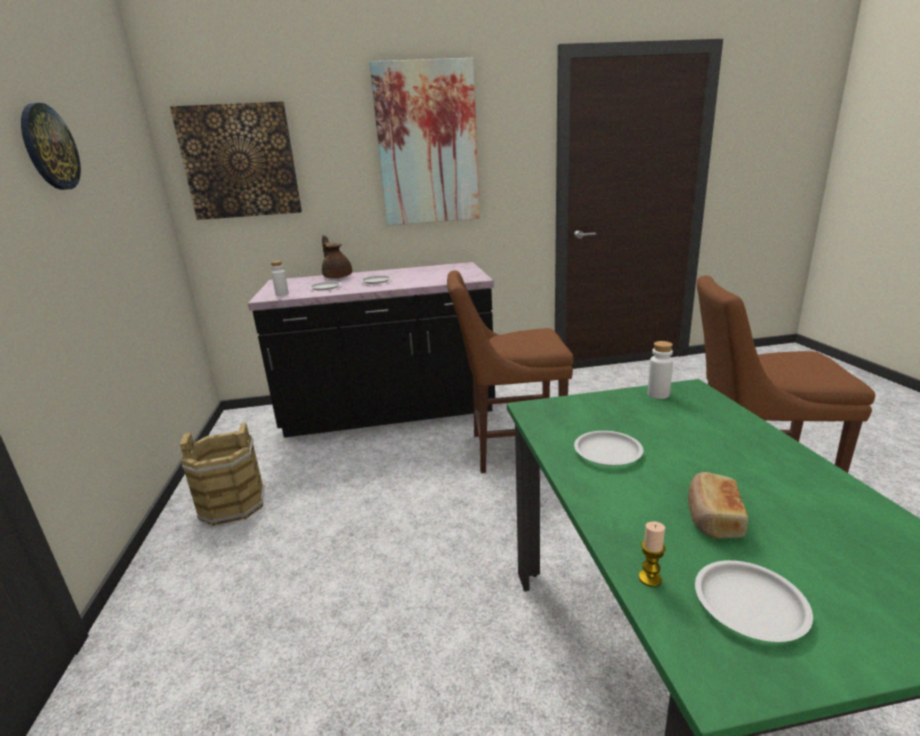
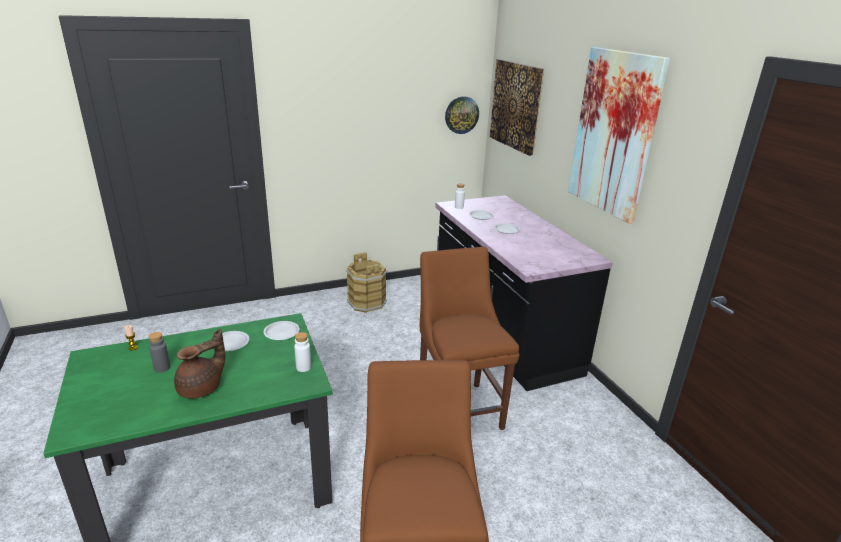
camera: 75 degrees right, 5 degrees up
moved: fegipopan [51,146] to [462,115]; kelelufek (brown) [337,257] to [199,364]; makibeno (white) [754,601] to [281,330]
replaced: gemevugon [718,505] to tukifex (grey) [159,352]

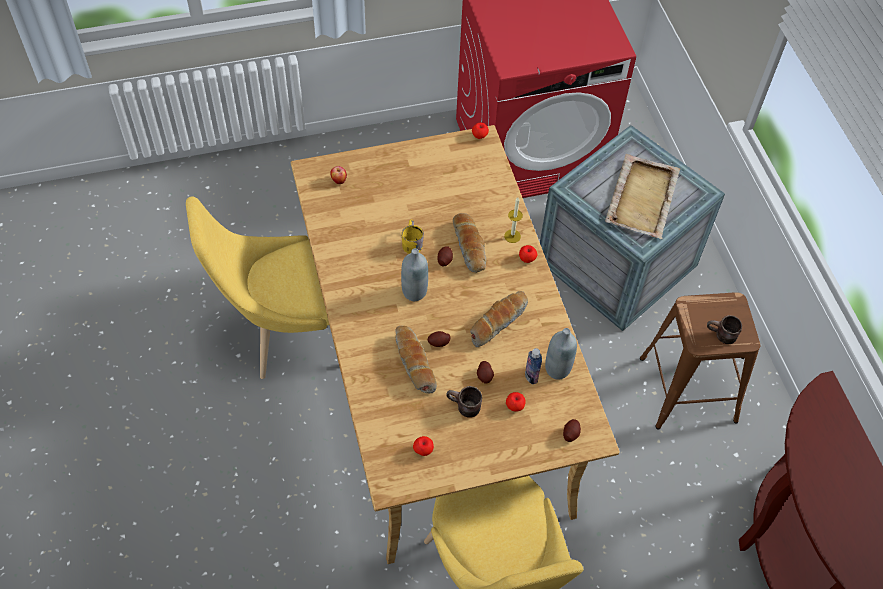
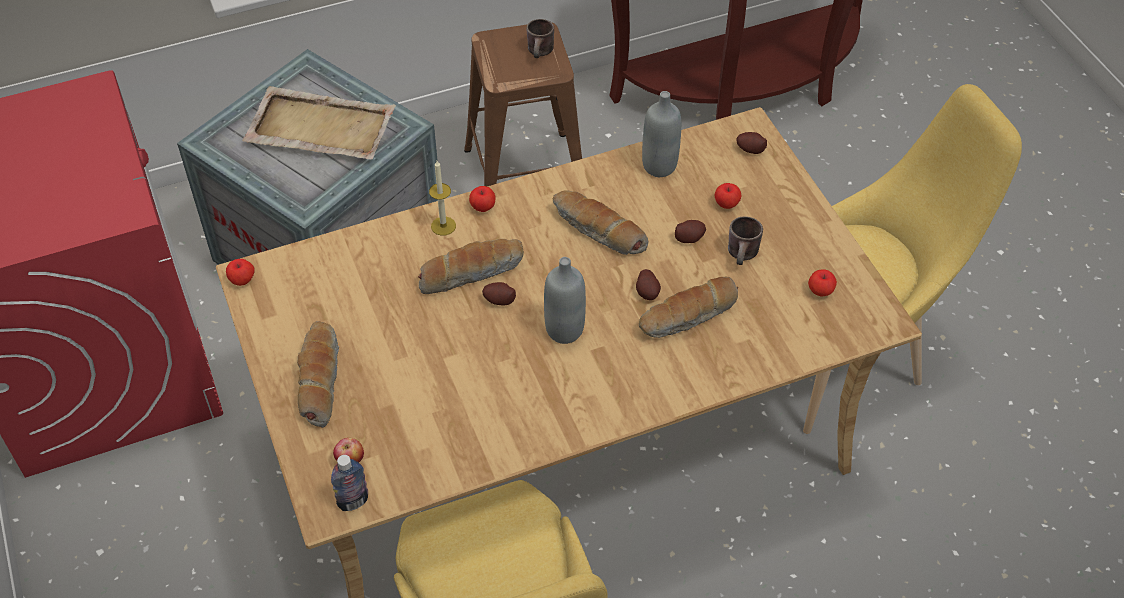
camera: 95 degrees left, 5 degrees down
removed: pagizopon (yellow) [413,237]
added: gemevugon [318,374]
moved: tukifex [533,366] to [349,483]

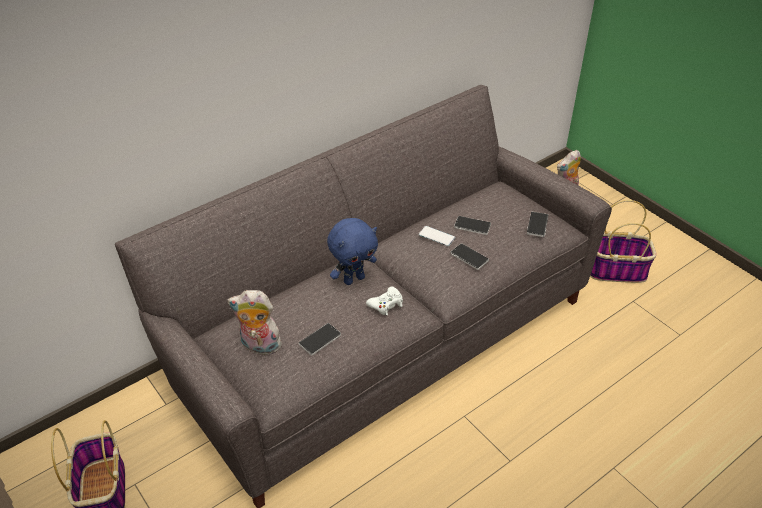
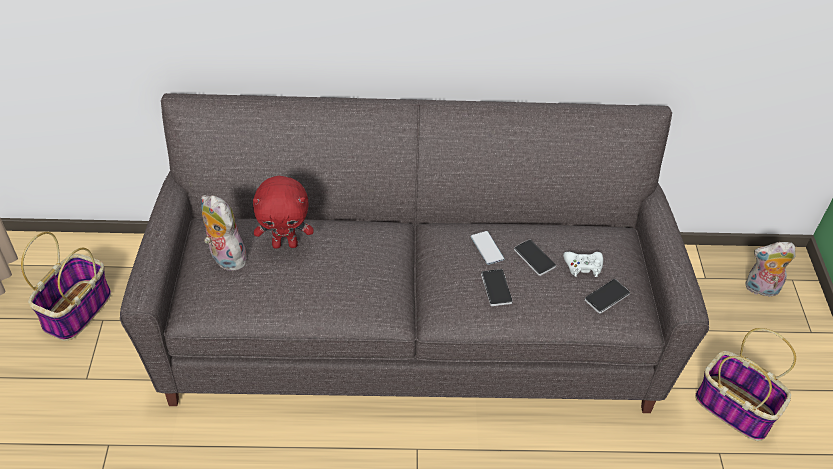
camera: 35 degrees right, 5 degrees up
removed: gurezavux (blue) [352,251]; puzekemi [320,339]
added: gurezavux (red) [283,212]
moved: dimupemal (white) [384,301] to [583,264]

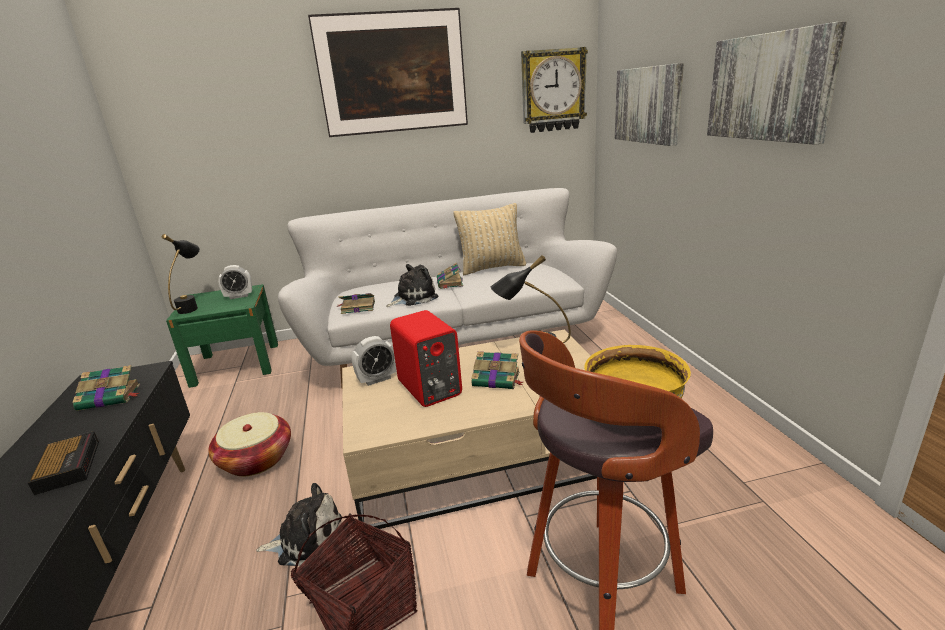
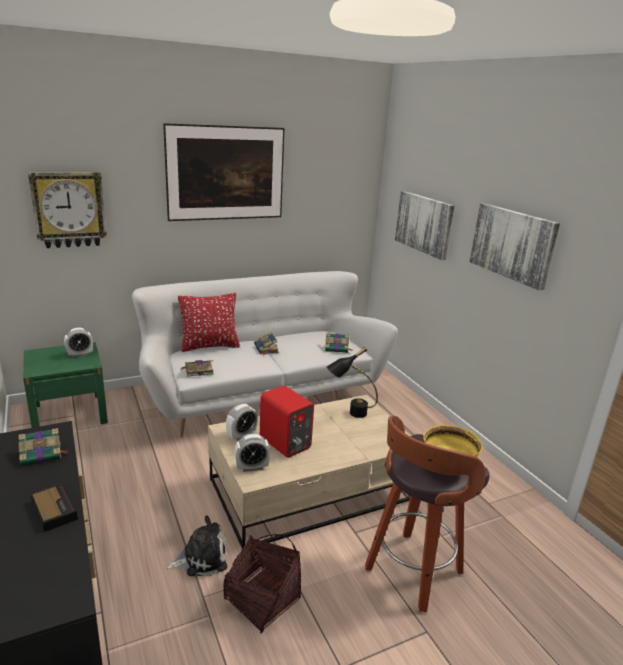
camera: 15 degrees left, 0 degrees up
removed: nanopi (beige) [490,239]; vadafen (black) [181,274]; gurezavux [412,285]; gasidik [249,444]
added: nanopi (red) [209,322]; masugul [252,452]
moved: fegipopan [554,90] to [67,210]; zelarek [497,370] to [339,343]

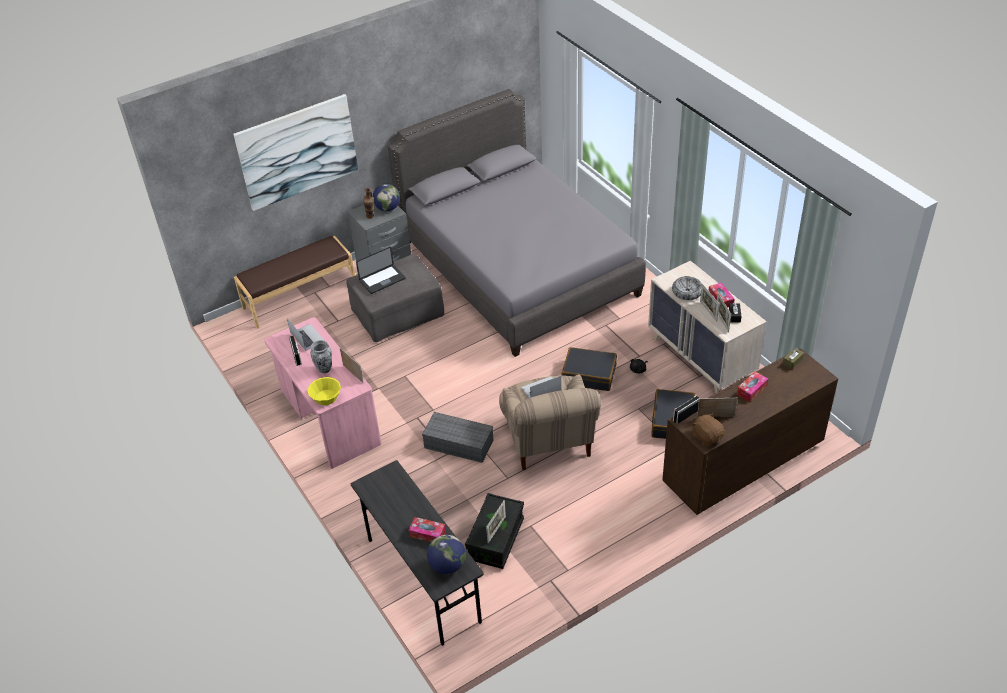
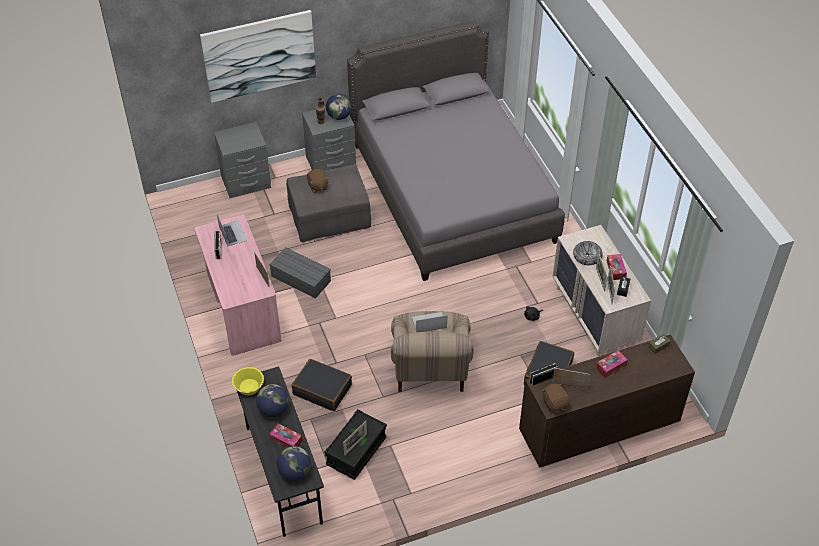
camera: 10 degrees right, 5 degrees up
removed: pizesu [321,356]
added: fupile [272,400]
moved: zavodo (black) [589,369] to [321,385]; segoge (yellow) [324,391] to [248,381]; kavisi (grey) [457,437] to [300,272]
replaced: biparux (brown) [294,282] to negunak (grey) [242,160]; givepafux [380,270] to gurezavux (brown) [318,181]

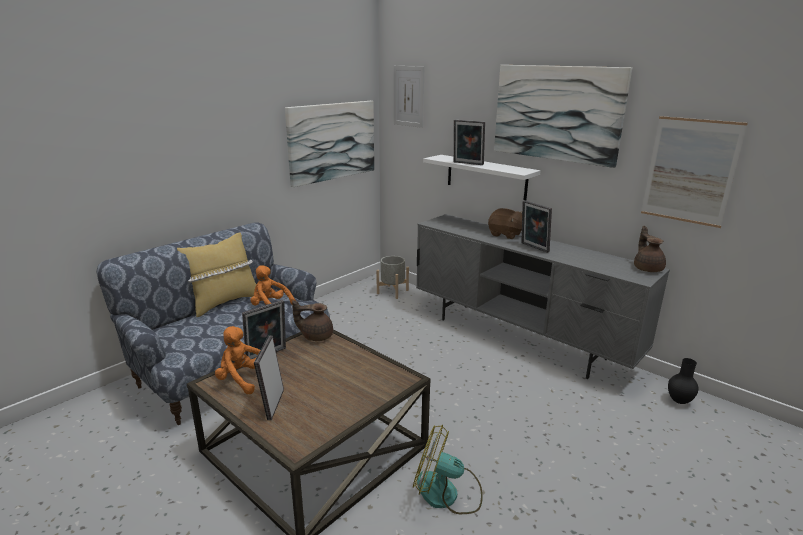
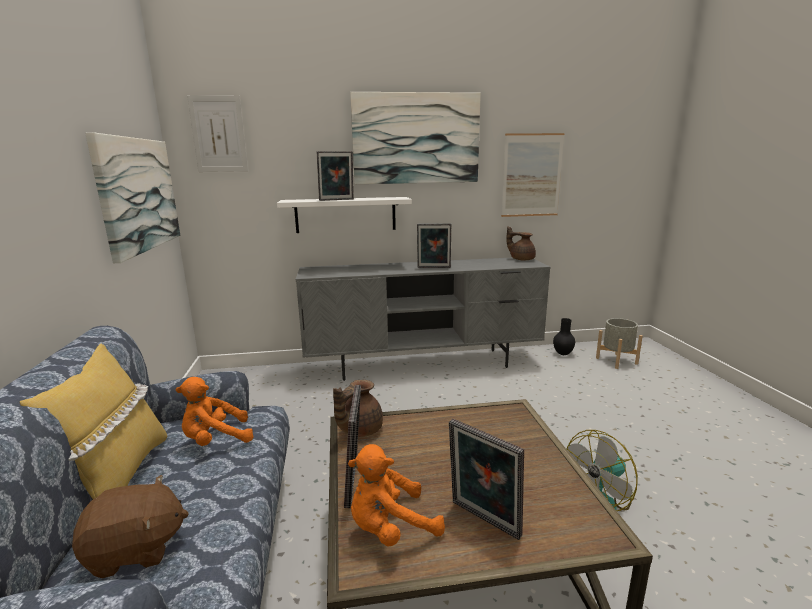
camera: 50 degrees left, 5 degrees down
moved: gurezavux (brown) [505,223] to [130,527]; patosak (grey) [392,277] to [619,343]

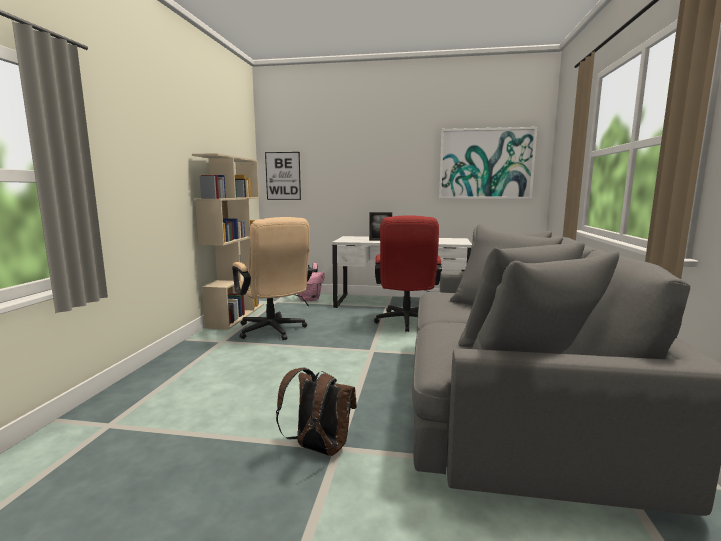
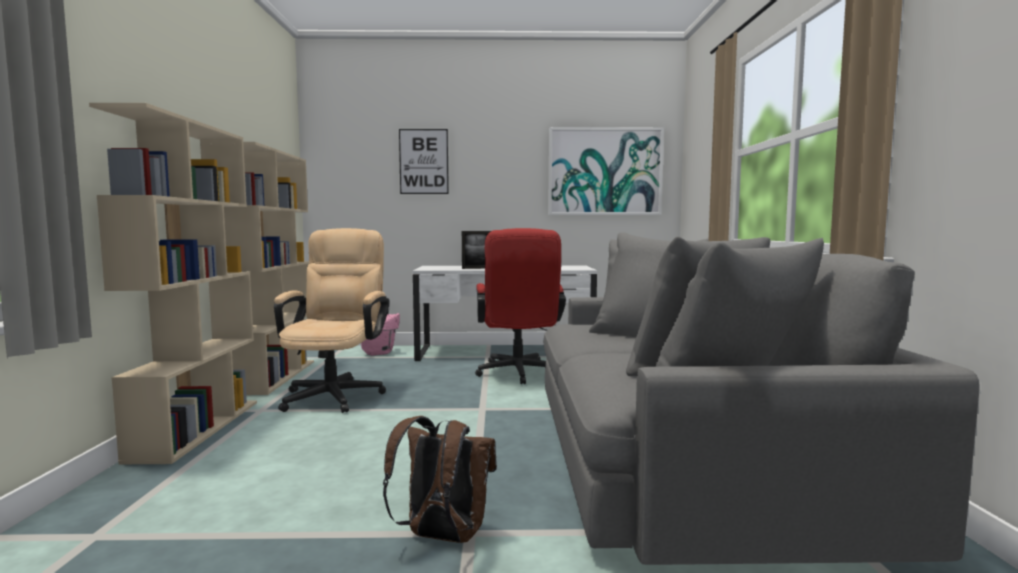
camera: 10 degrees left, 5 degrees down
added: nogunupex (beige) [173,283]
moved: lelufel [283,176] to [424,161]
turned: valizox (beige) [272,278] = [332,320] 135 degrees counterclockwise

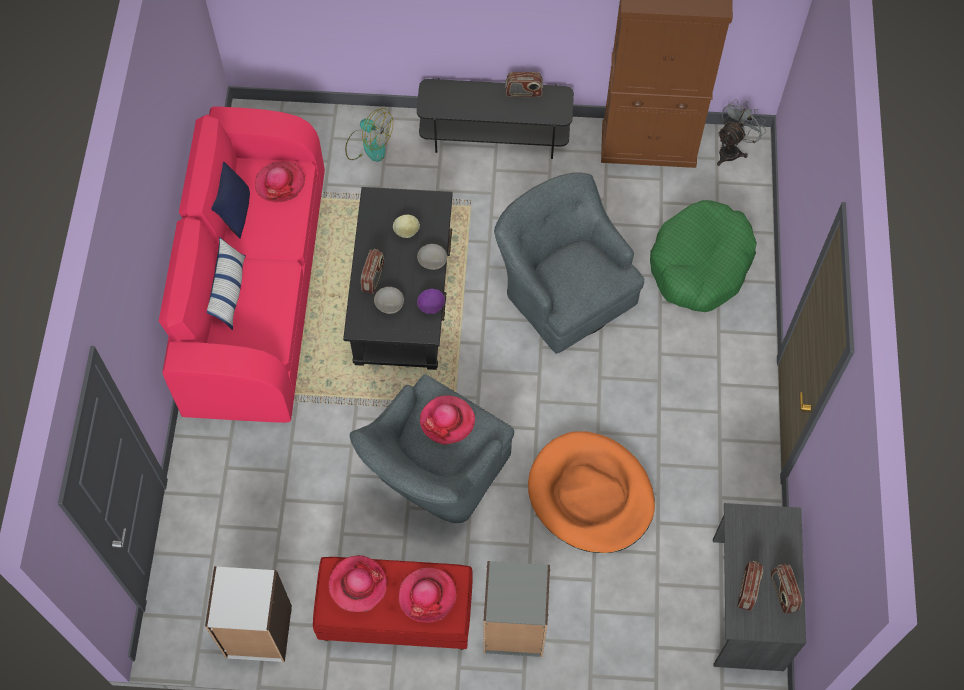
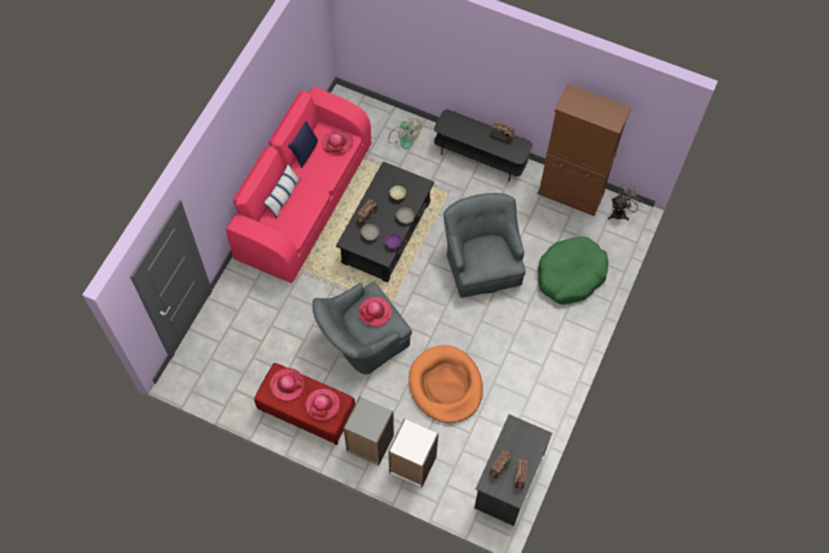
camera: 20 degrees right, 0 degrees up
moved: nogunupex (white) [248,614] to [413,453]

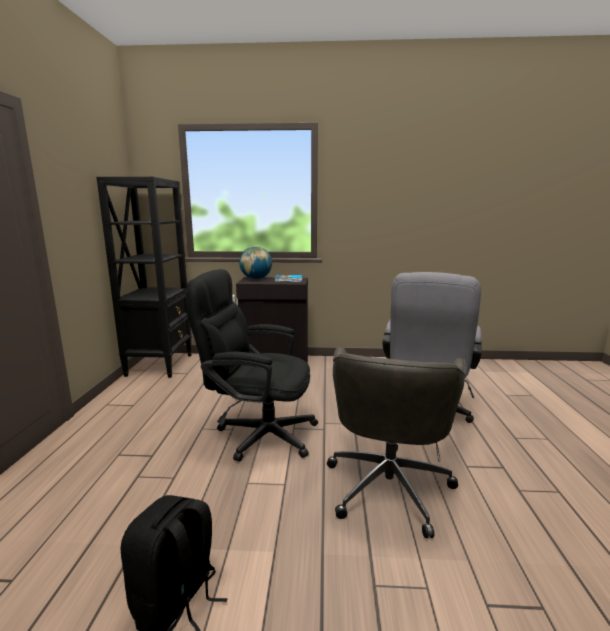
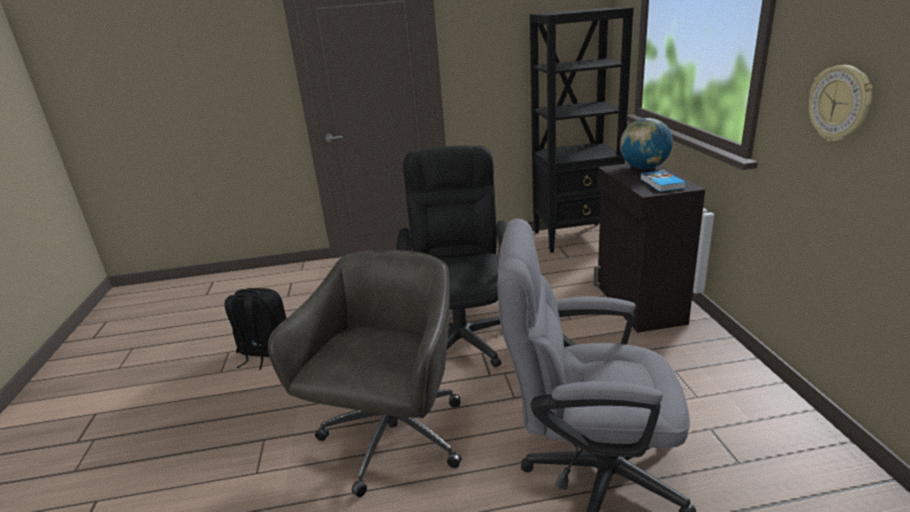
camera: 80 degrees right, 10 degrees up
added: fegipopan [841,103]
turned: valizox (grey) [396,442] = [365,373] 105 degrees clockwise

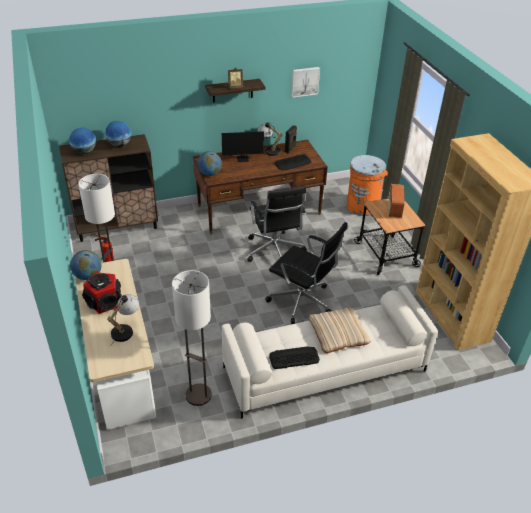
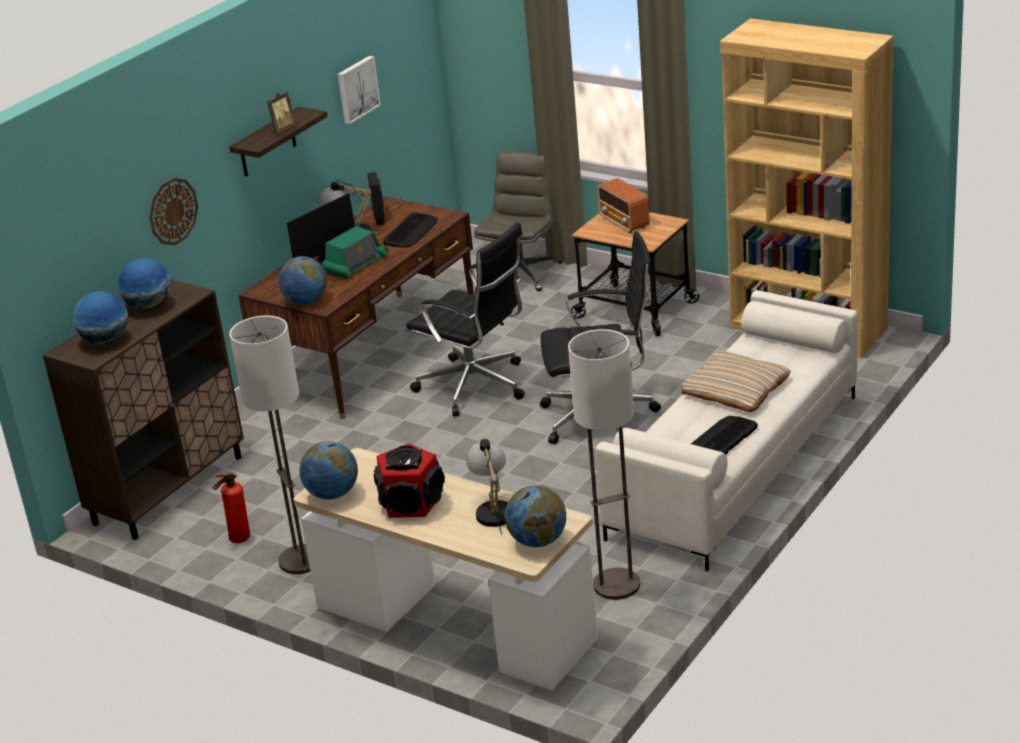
camera: 35 degrees left, 10 degrees down
added: fegipopan [173,211]; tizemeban [355,252]; fupile [535,516]
replaced: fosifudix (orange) [367,185] to valizox (grey) [518,220]

